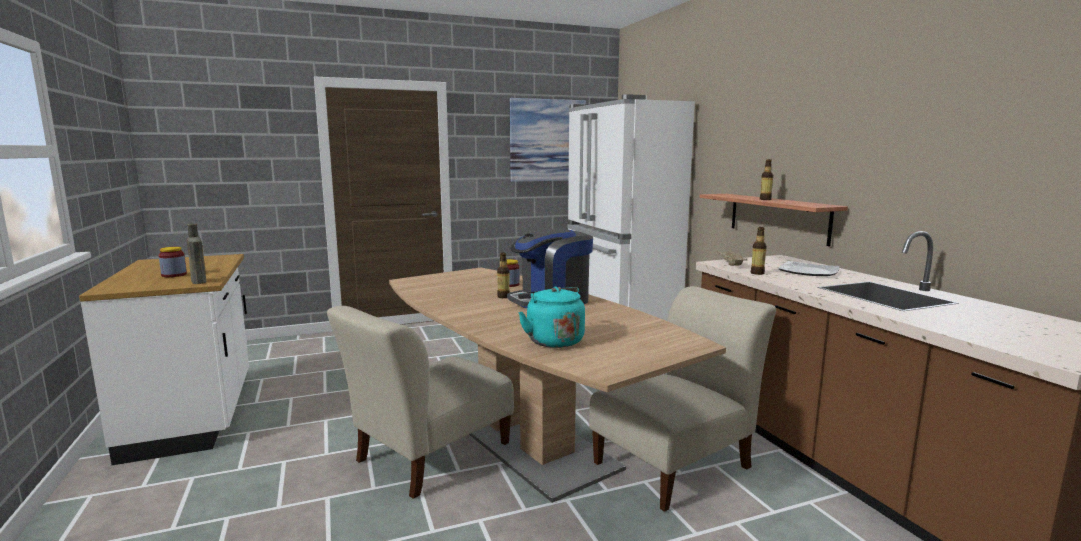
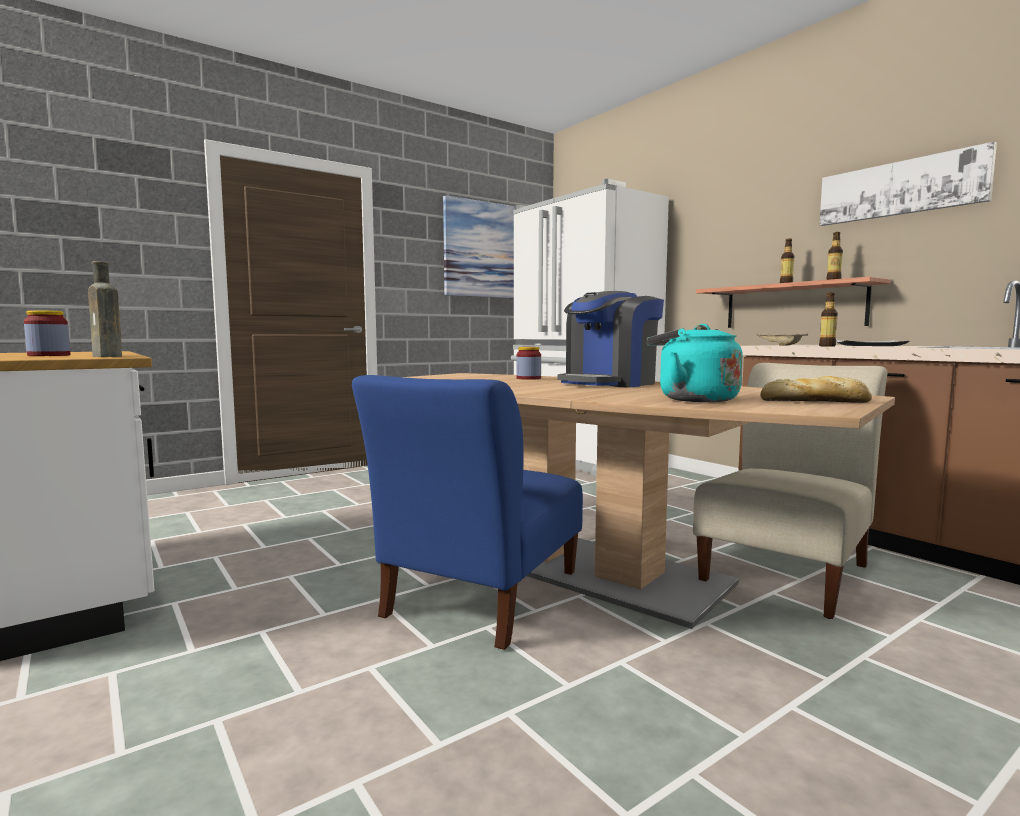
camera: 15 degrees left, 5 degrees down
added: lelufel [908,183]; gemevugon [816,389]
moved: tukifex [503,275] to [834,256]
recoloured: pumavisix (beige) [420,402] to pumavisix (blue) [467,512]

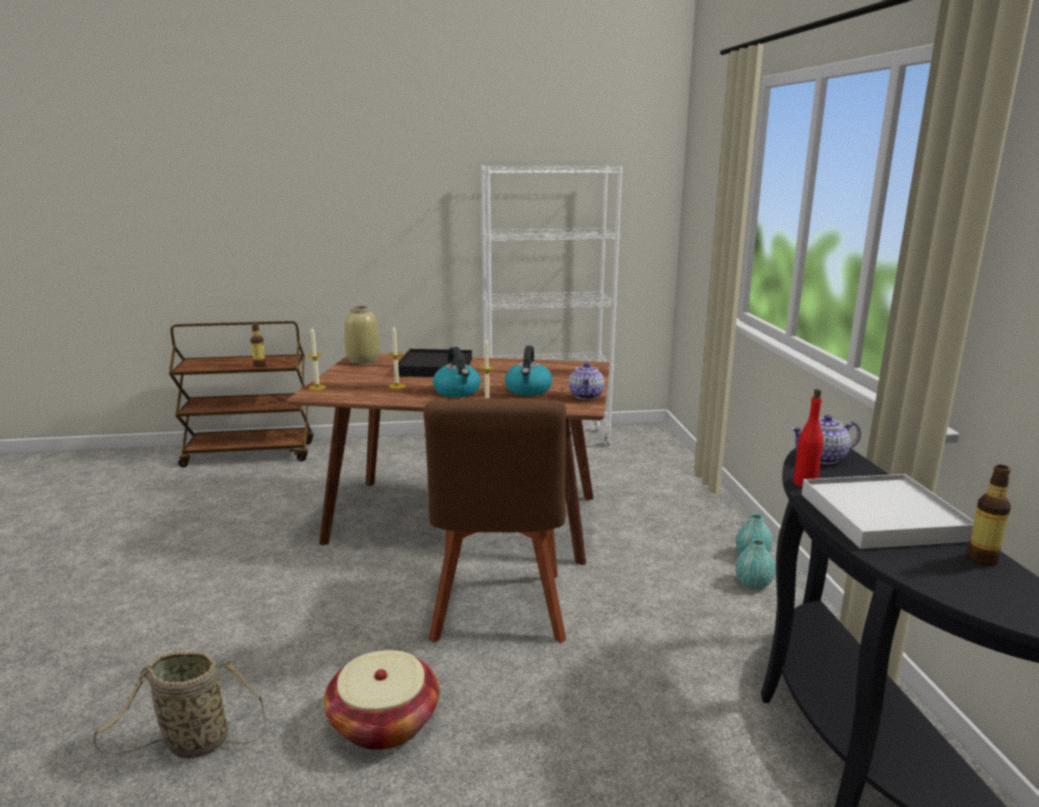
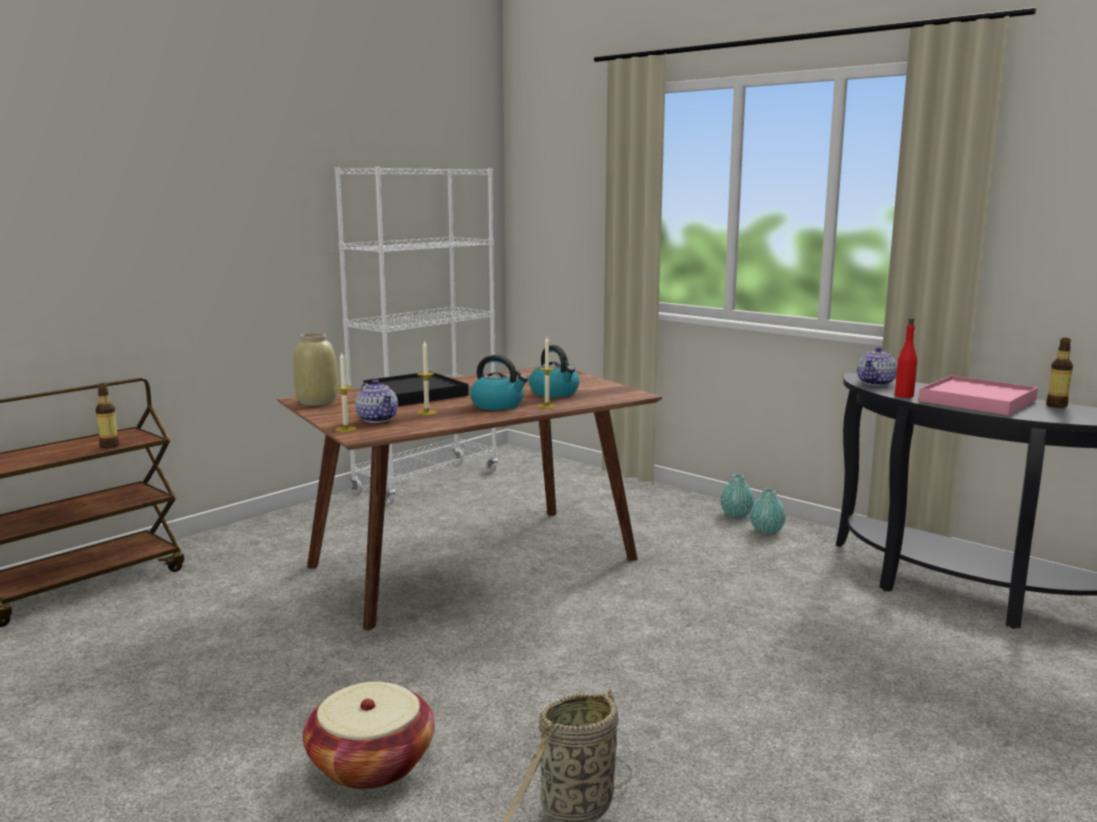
camera: 40 degrees left, 5 degrees down
removed: pumavisix (brown) [494,521]
moved: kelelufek [586,381] to [376,401]; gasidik [381,700] to [369,736]
recoloured: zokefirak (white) [888,511] to zokefirak (pink) [978,395]

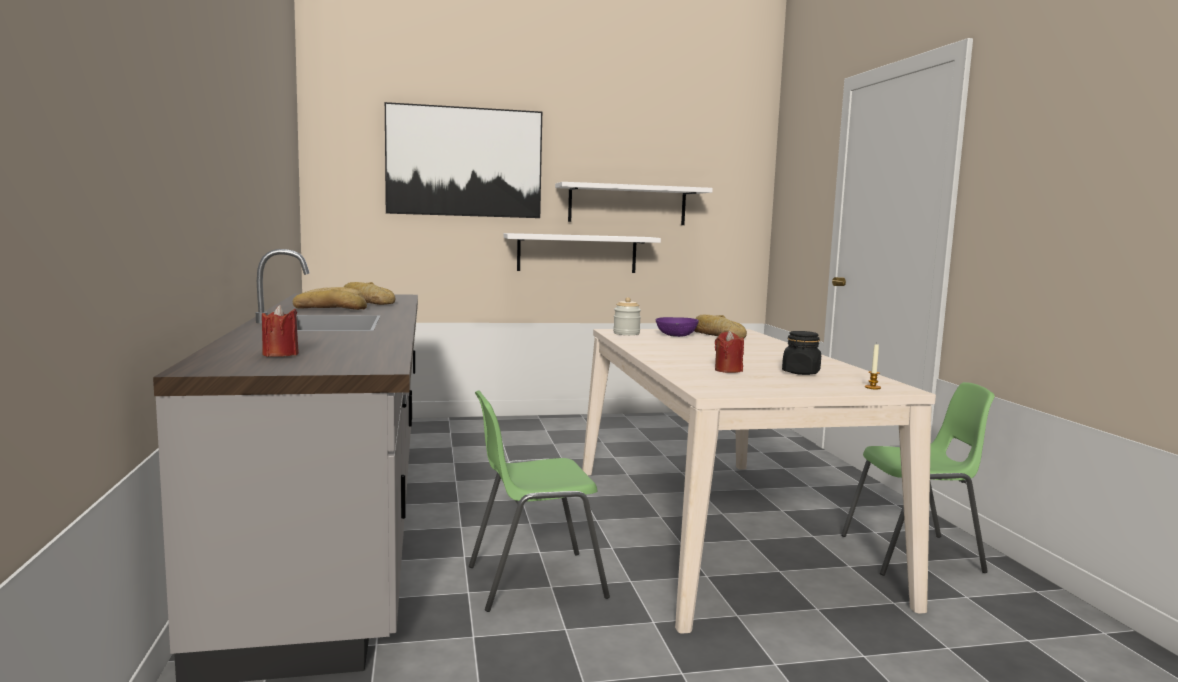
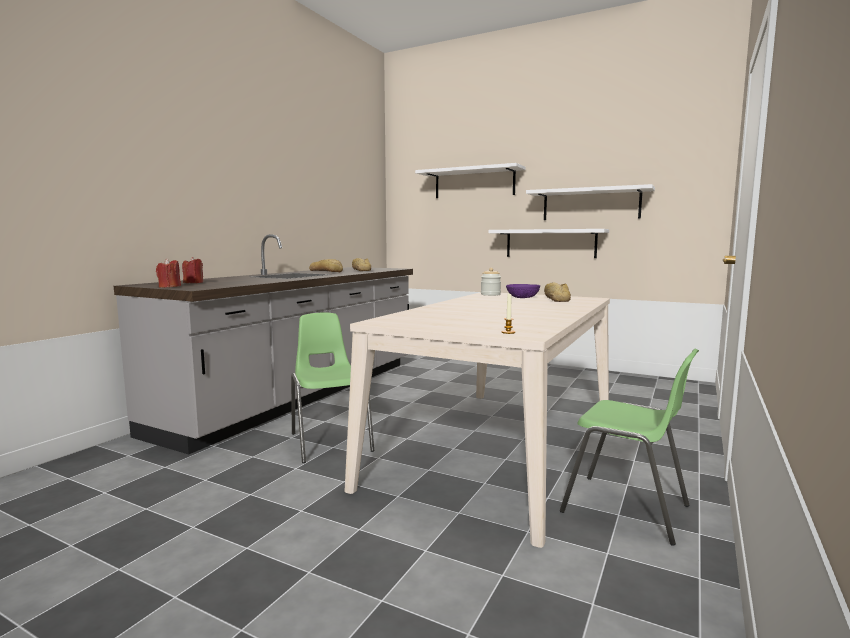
camera: 40 degrees right, 0 degrees up
removed: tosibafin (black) [801,353]
moved: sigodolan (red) [729,352] to [168,272]
replaced: lelufel [463,160] to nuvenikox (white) [470,180]
turned: pumavisix (green) [539,501] = [332,388] 45 degrees clockwise

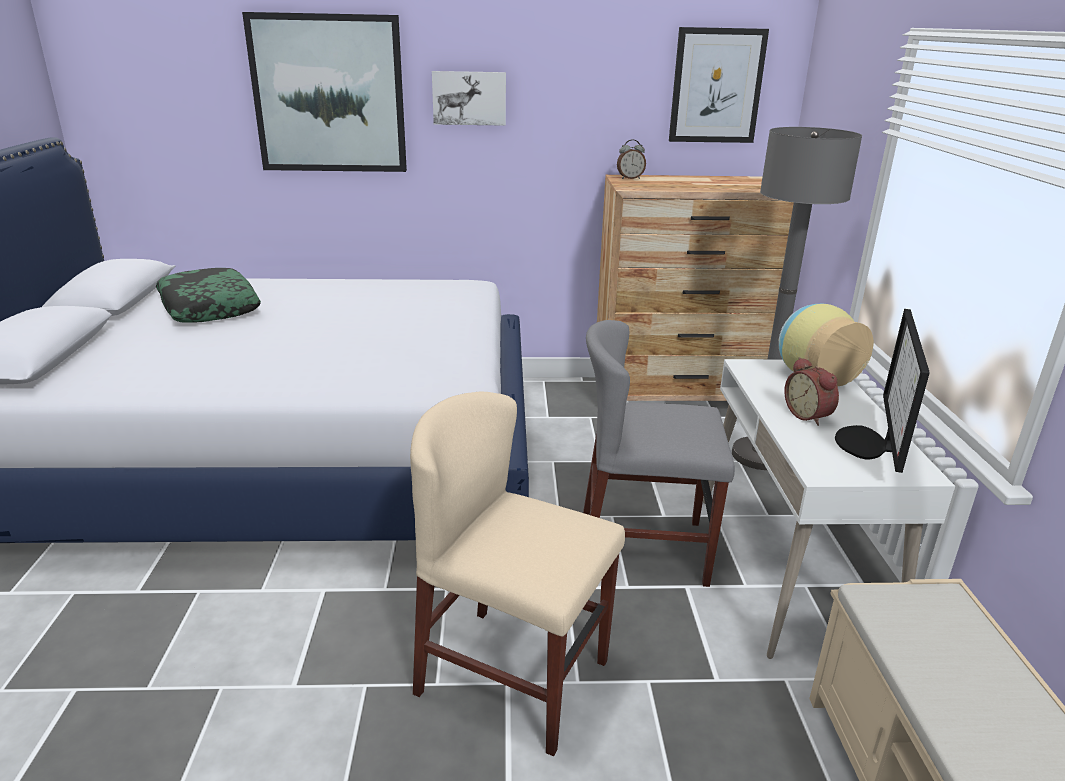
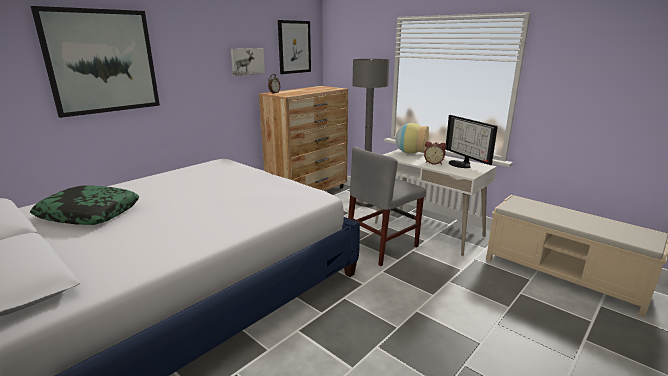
camera: 45 degrees left, 5 degrees down
removed: pumavisix (beige) [517,573]
moved: lelufel [469,98] to [248,62]

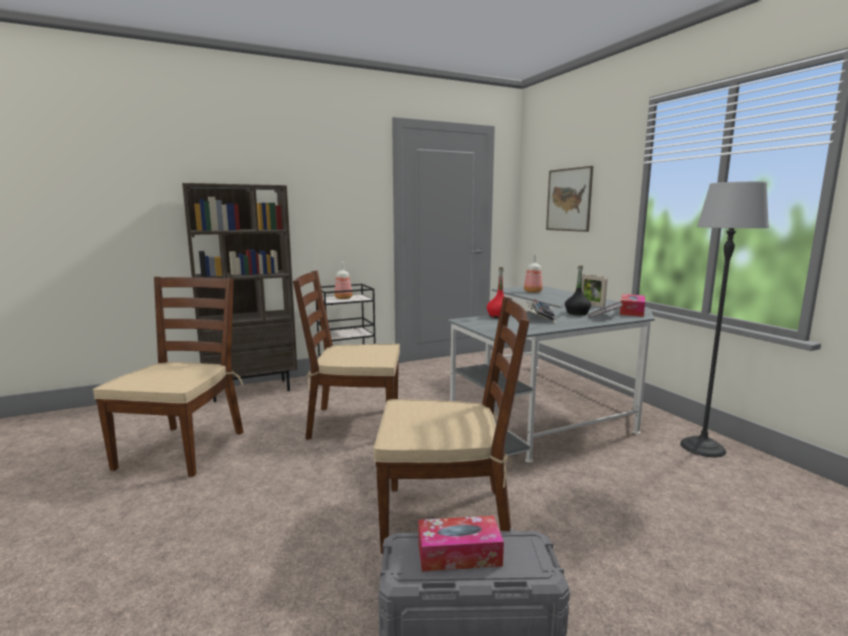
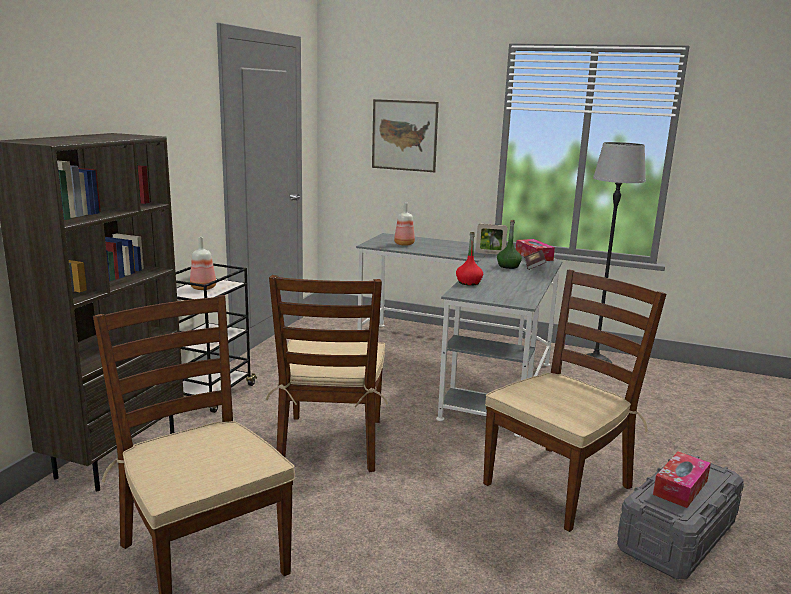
camera: 45 degrees left, 5 degrees up
removed: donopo [541,311]
recoloured: tukifex (black) [578,290] to tukifex (green) [509,244]
turned: pumavisix (brown) [346,355] = [327,373] 45 degrees counterclockwise

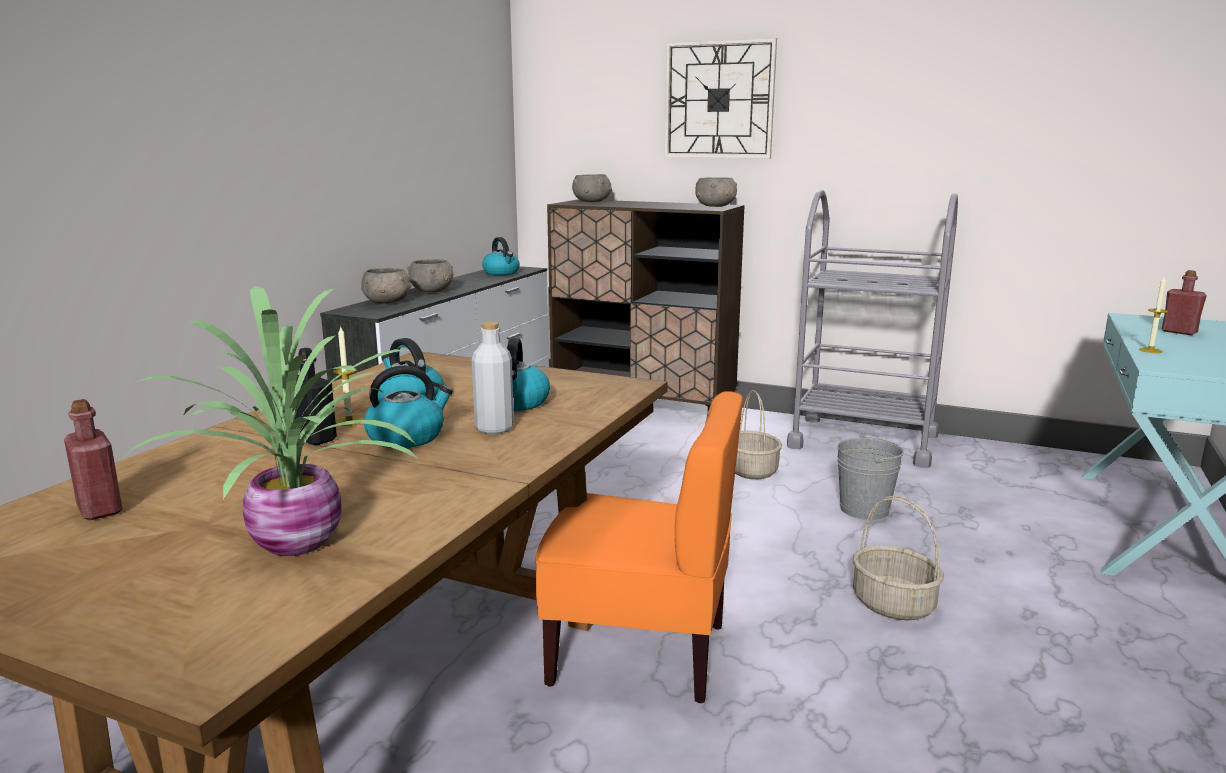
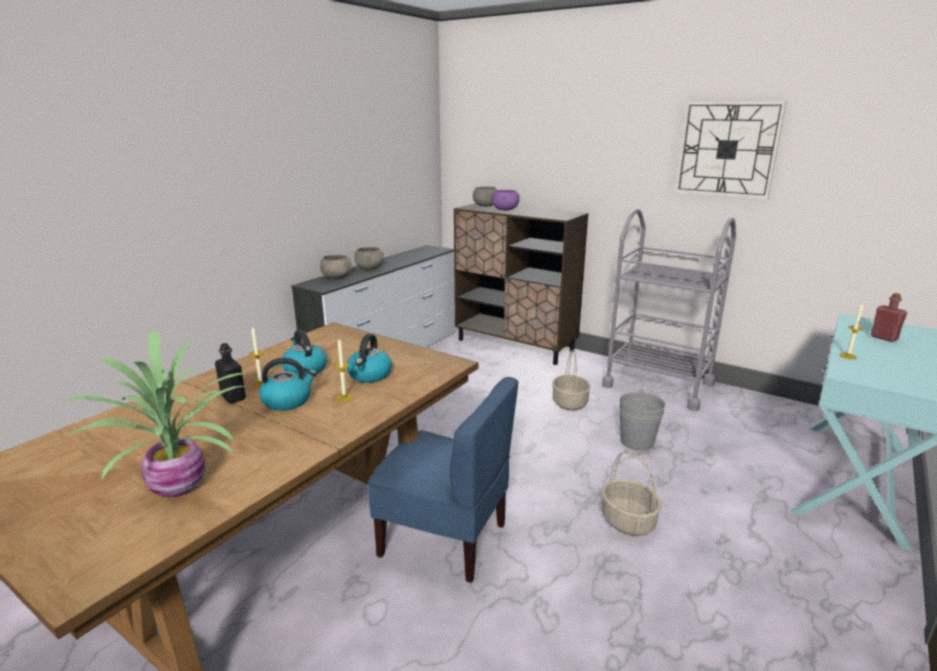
camera: 10 degrees right, 5 degrees up
removed: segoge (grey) [716,192]; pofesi [501,256]; tukifex (red) [93,459]
added: segoge (purple) [506,200]
moved: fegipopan [720,98] to [731,150]
replaced: tukifex (grey) [493,378] to sigodolan [343,370]
recoloured: pumavisix (orange) [639,547] to pumavisix (blue) [442,480]

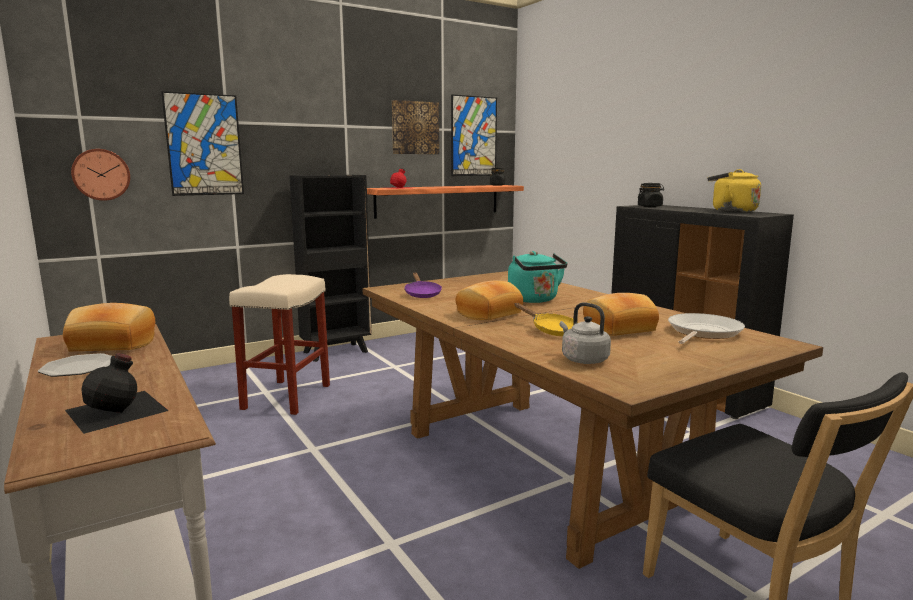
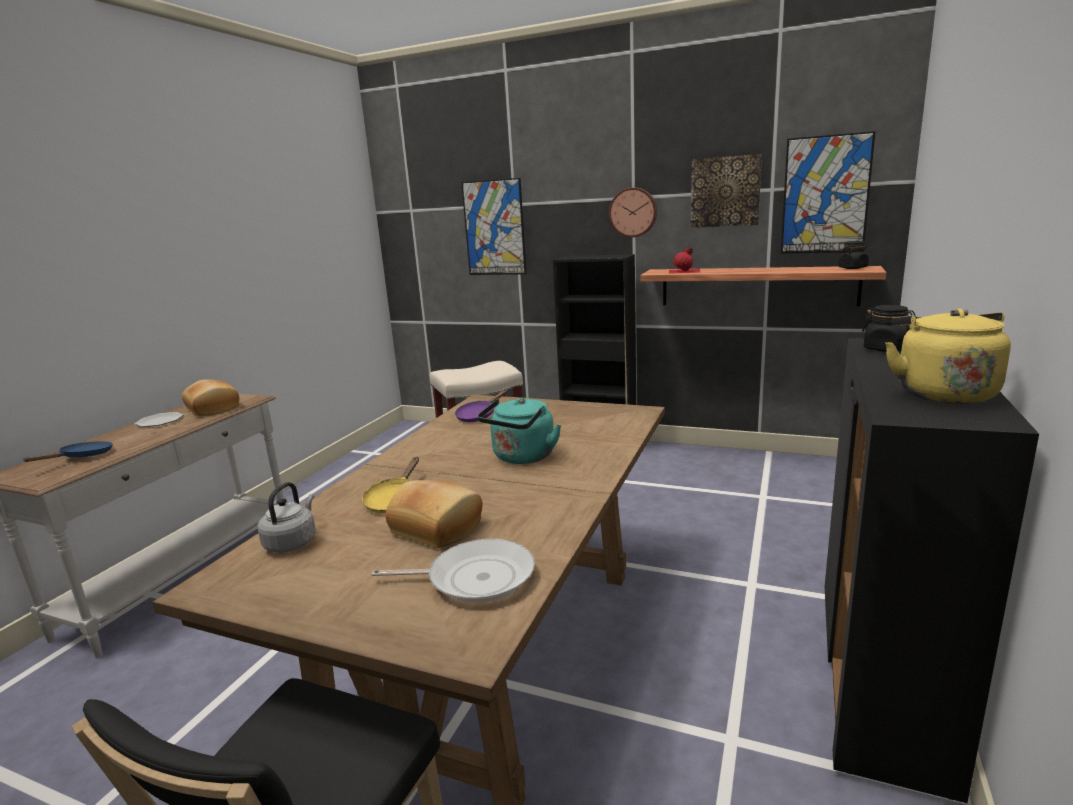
camera: 55 degrees right, 5 degrees up
removed: gemevugon [489,300]
moved: fegipopan [100,175] to [633,212]
replaced: tukifex (black) [117,393] to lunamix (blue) [67,451]

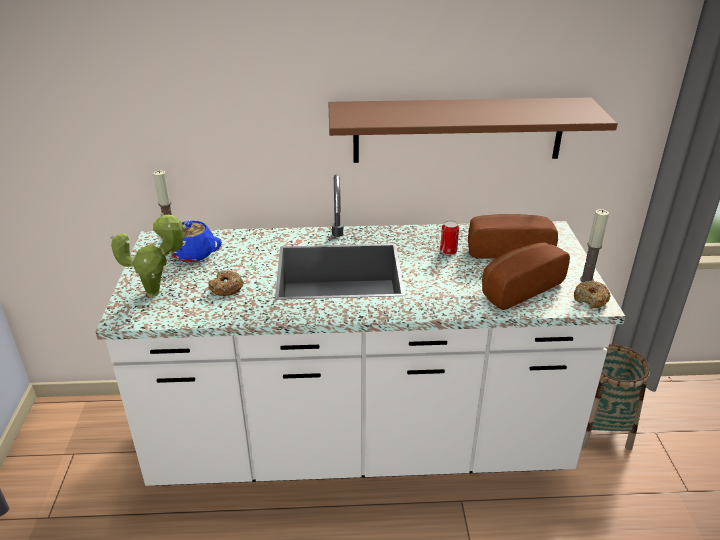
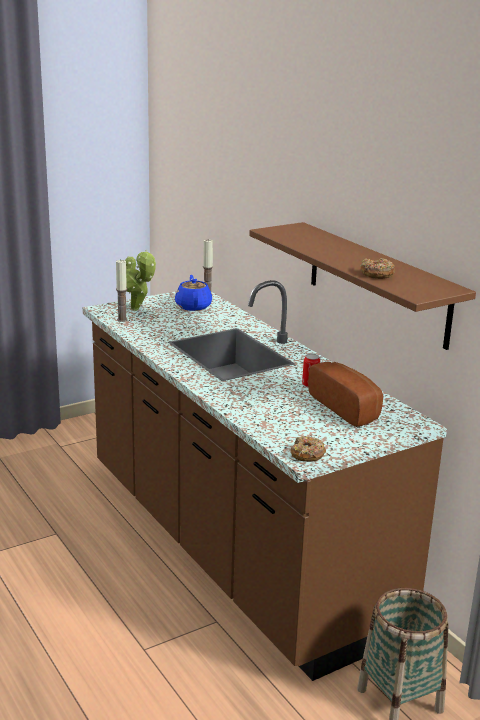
camera: 60 degrees right, 10 degrees down
removed: gemevugon [526,276]
moved: sigodolan [594,245] to [122,290]; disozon [226,283] to [377,268]
recoloured: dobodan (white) [360,330] to dobodan (brown) [265,480]

